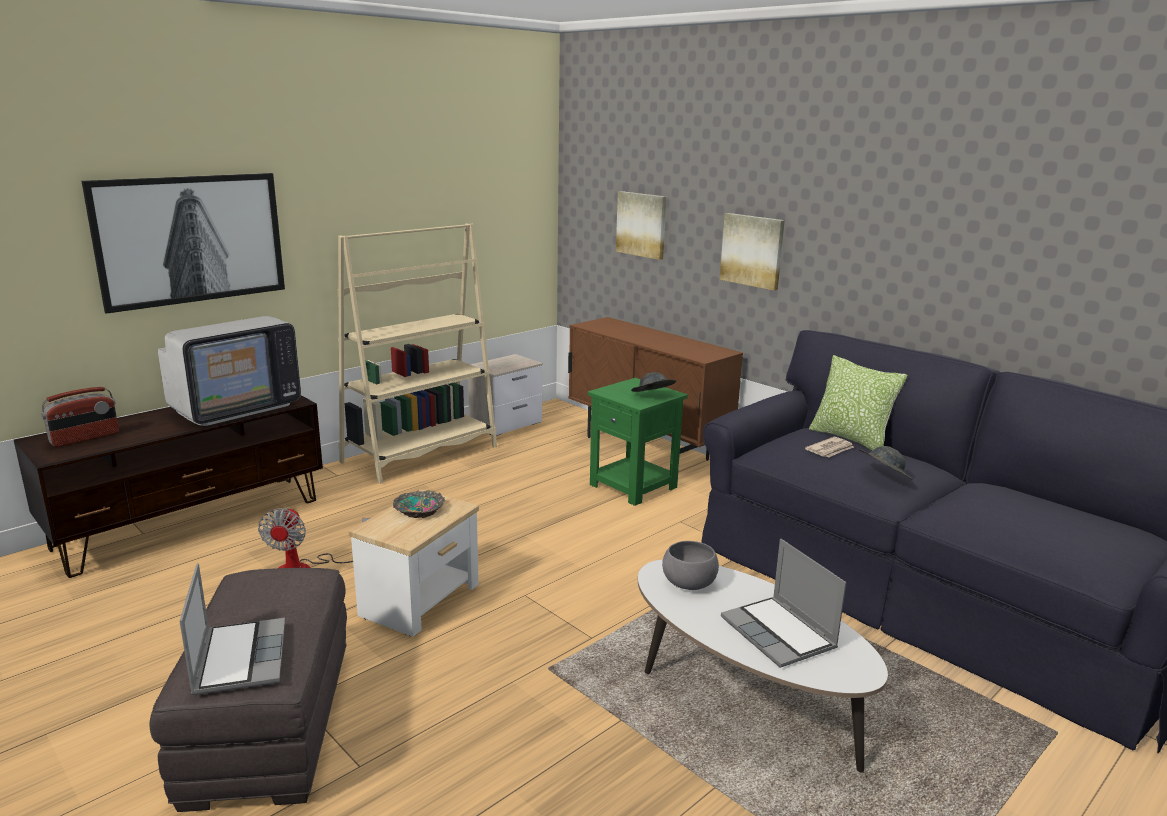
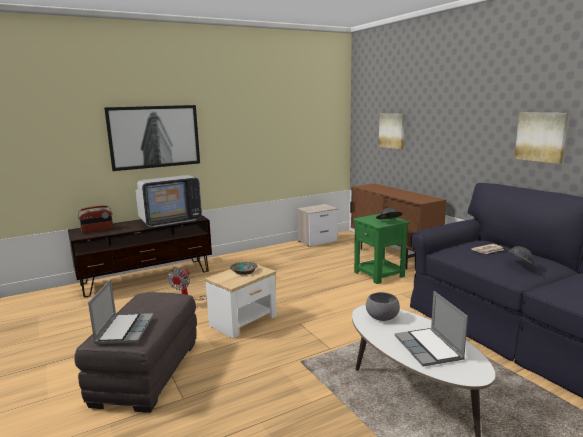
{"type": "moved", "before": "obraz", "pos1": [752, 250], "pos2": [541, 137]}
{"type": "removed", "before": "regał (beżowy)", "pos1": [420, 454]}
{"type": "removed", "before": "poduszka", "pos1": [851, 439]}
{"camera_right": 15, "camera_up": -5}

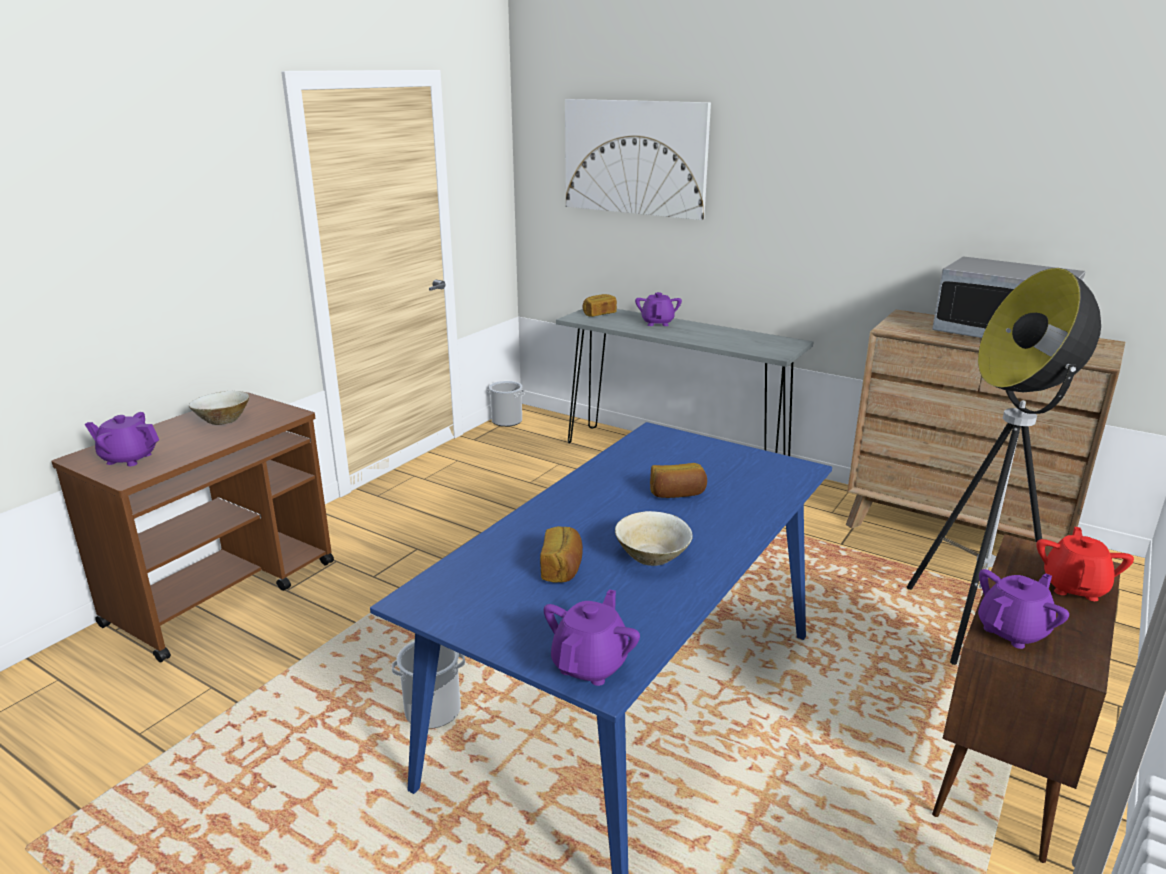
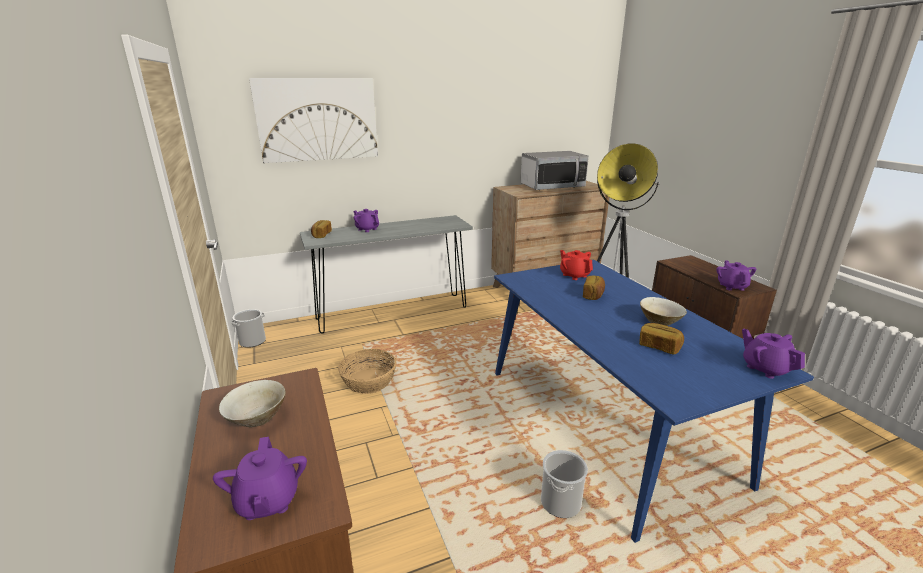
{"type": "turned", "before": "imbryk (fioletowy)", "pos1": [128, 458], "pos2": [267, 501], "turn": -60}
{"type": "added", "after": "koszyk", "pos2": [368, 381]}
{"type": "moved", "before": "imbryk (czerwony)", "pos1": [1074, 587], "pos2": [574, 275]}
{"camera_right": -55, "camera_up": 0}

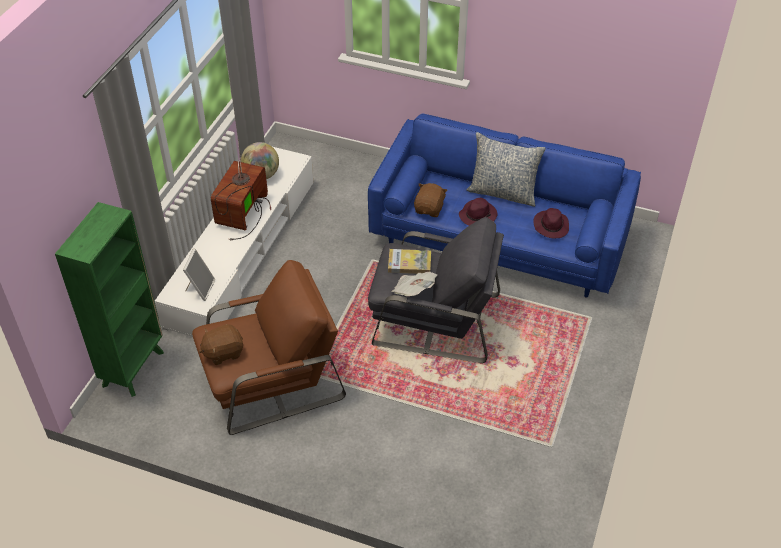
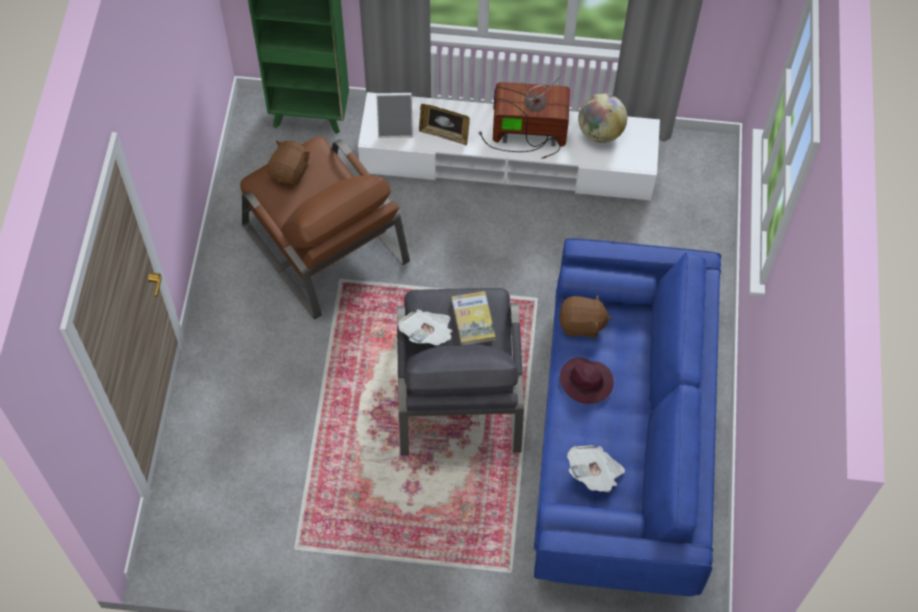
{"type": "turned", "before": "pluszak (brązowy)", "pos1": [223, 352], "pos2": [290, 171], "turn": 60}
{"type": "added", "after": "ramka na zdjęcie", "pos2": [444, 134]}
{"type": "replaced", "before": "kapelusz (fioletowy)", "after": "gazeta", "pos1": [551, 226], "pos2": [594, 473]}
{"type": "removed", "before": "poduszka", "pos1": [503, 193]}
{"camera_right": 75, "camera_up": 15}

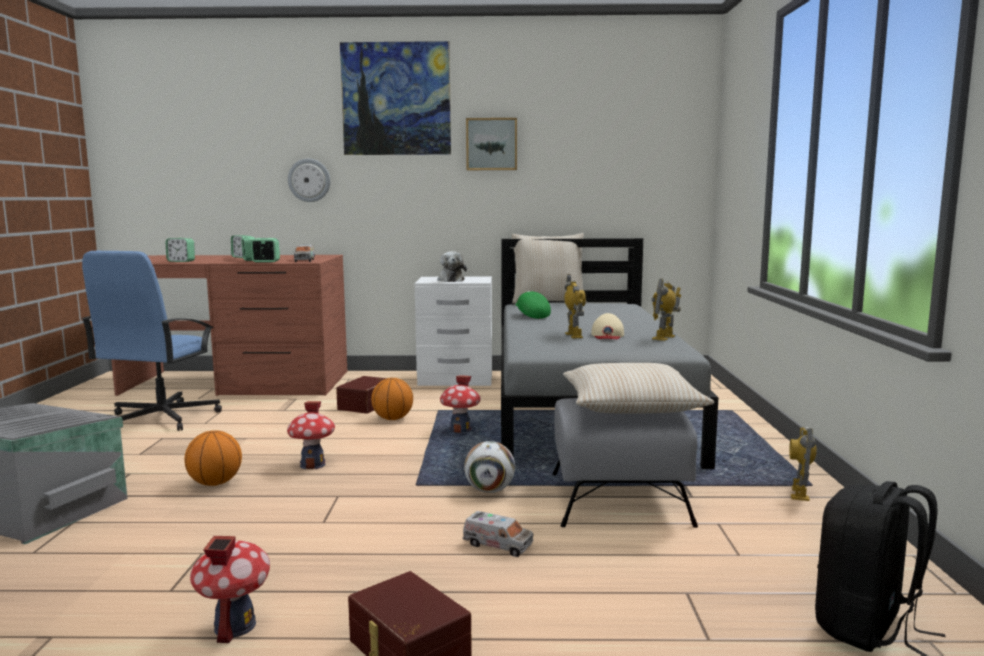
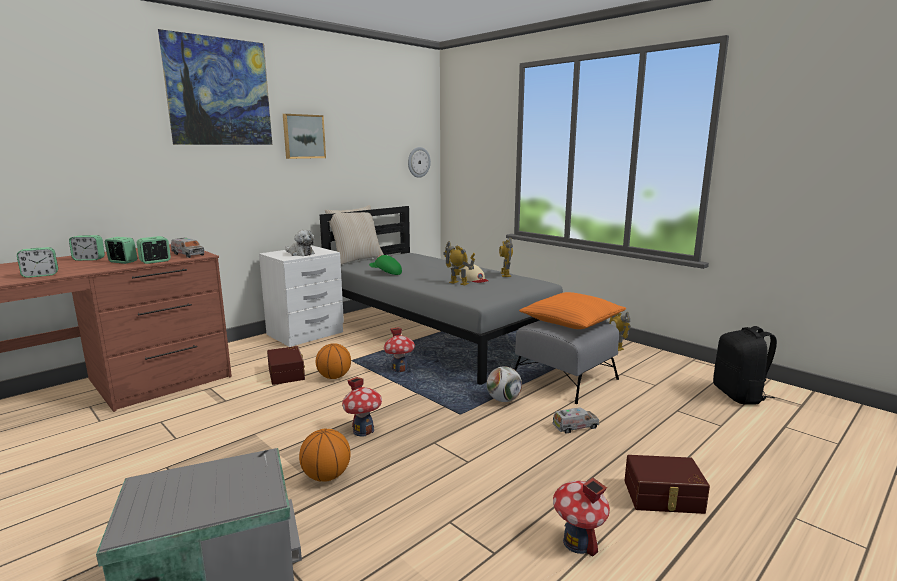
{"type": "moved", "before": "zegar ścienny", "pos1": [309, 180], "pos2": [418, 162]}
{"type": "recoloured", "before": "poduszka (beżowy)", "after": "poduszka (pomarańczowy)", "pos1": [631, 406], "pos2": [571, 321]}
{"type": "removed", "before": "krzesło biurowe (niebieski)", "pos1": [160, 418]}
{"camera_right": -45, "camera_up": 5}

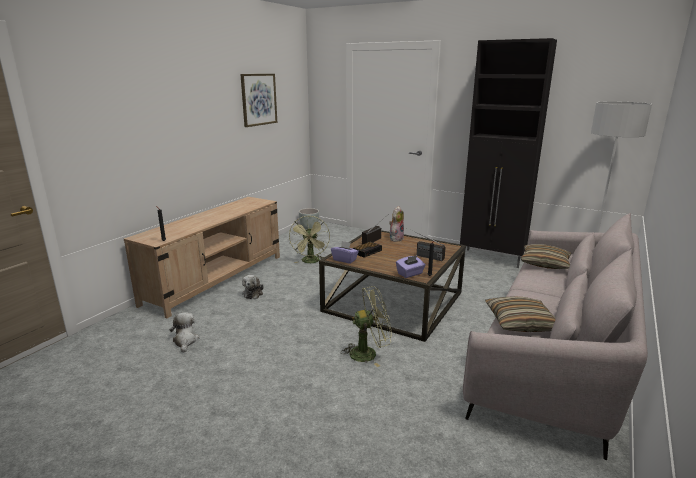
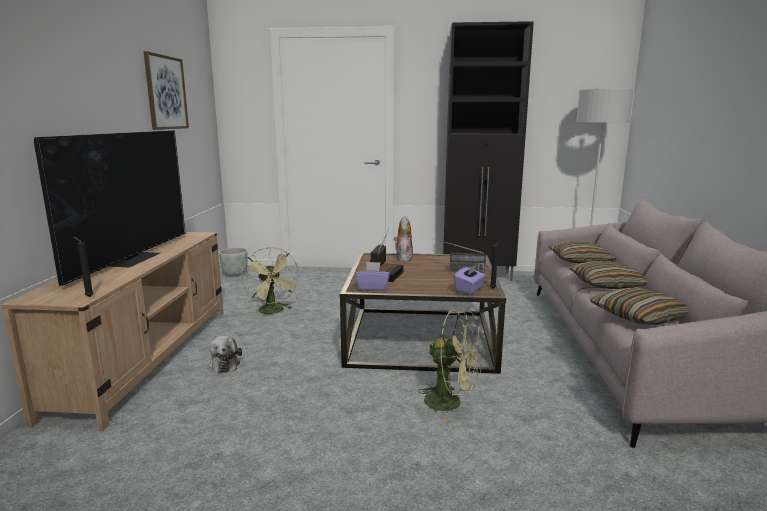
{"type": "added", "after": "telewizor", "pos2": [133, 258]}
{"type": "turned", "before": "wentylator (zielony)", "pos1": [368, 353], "pos2": [451, 402], "turn": 60}
{"type": "added", "after": "poduszka", "pos2": [606, 284]}
{"type": "removed", "before": "pluszak", "pos1": [185, 341]}
{"camera_right": -25, "camera_up": -5}

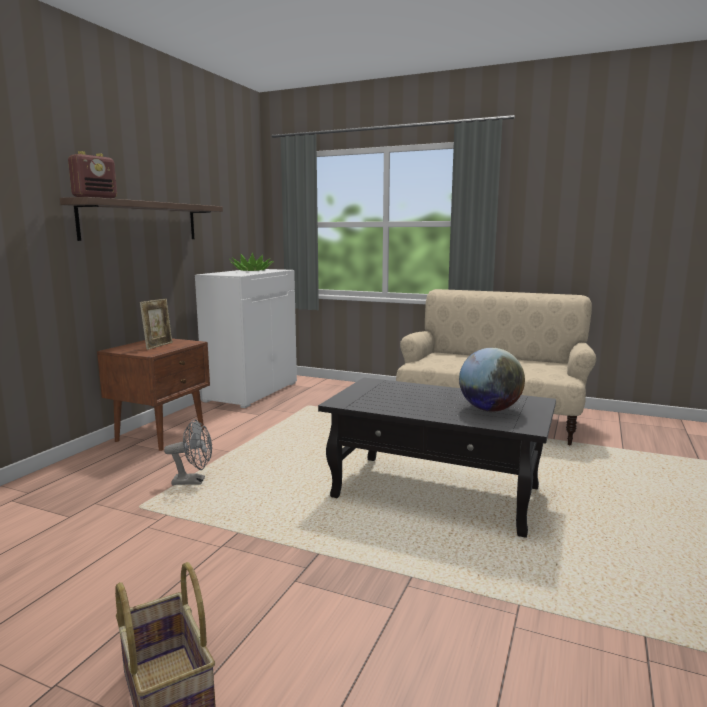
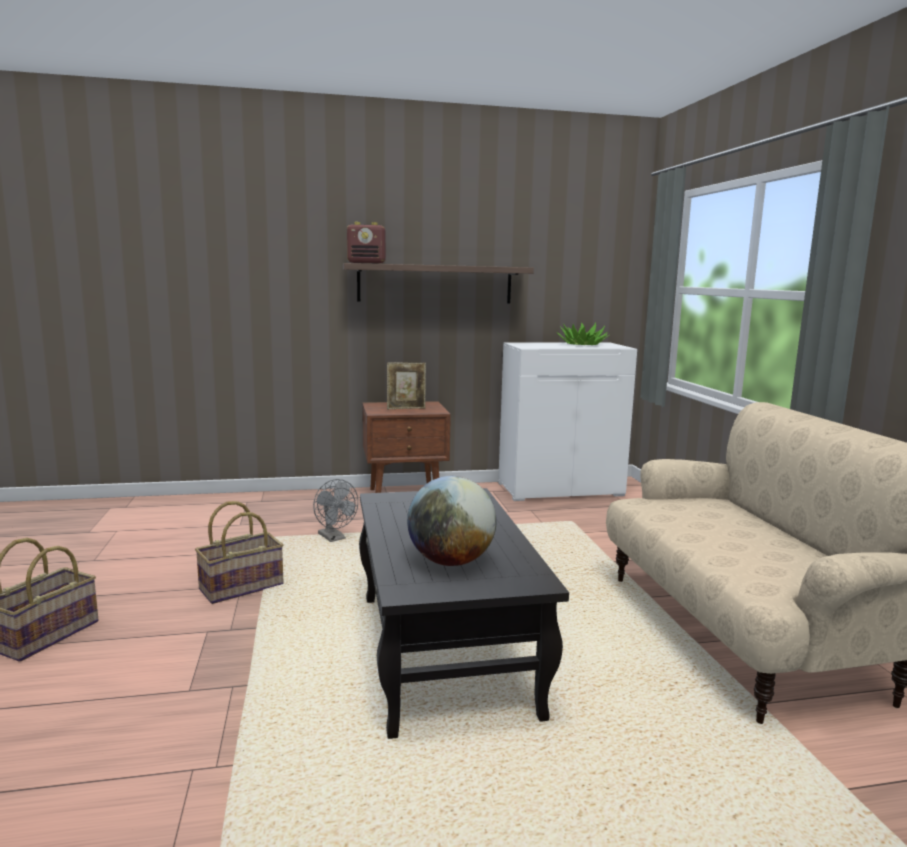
{"type": "added", "after": "koszyk", "pos2": [241, 586]}
{"camera_right": 55, "camera_up": 0}

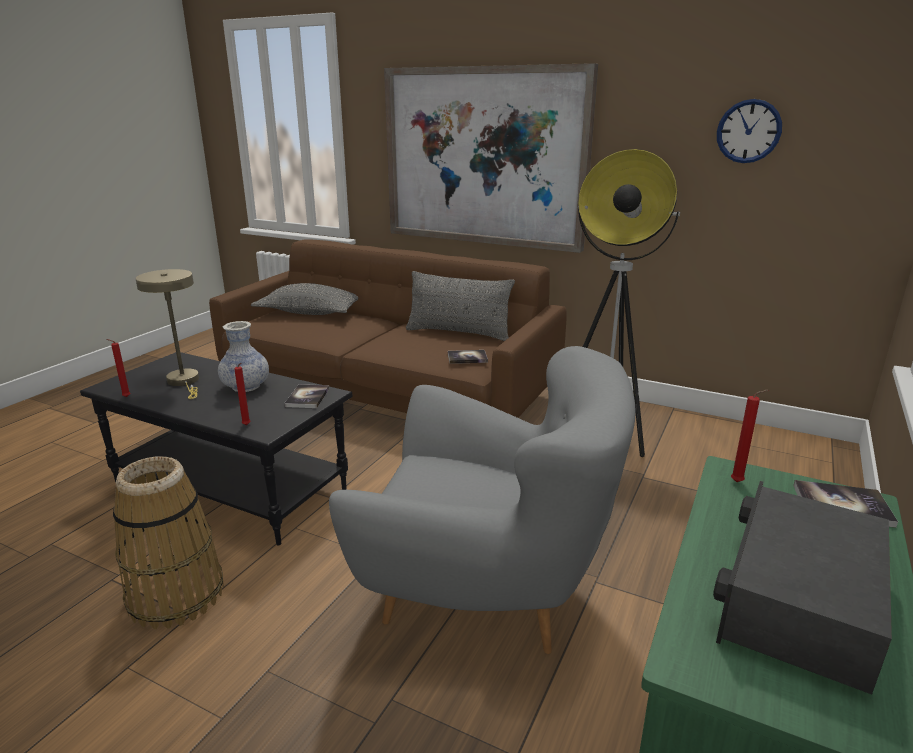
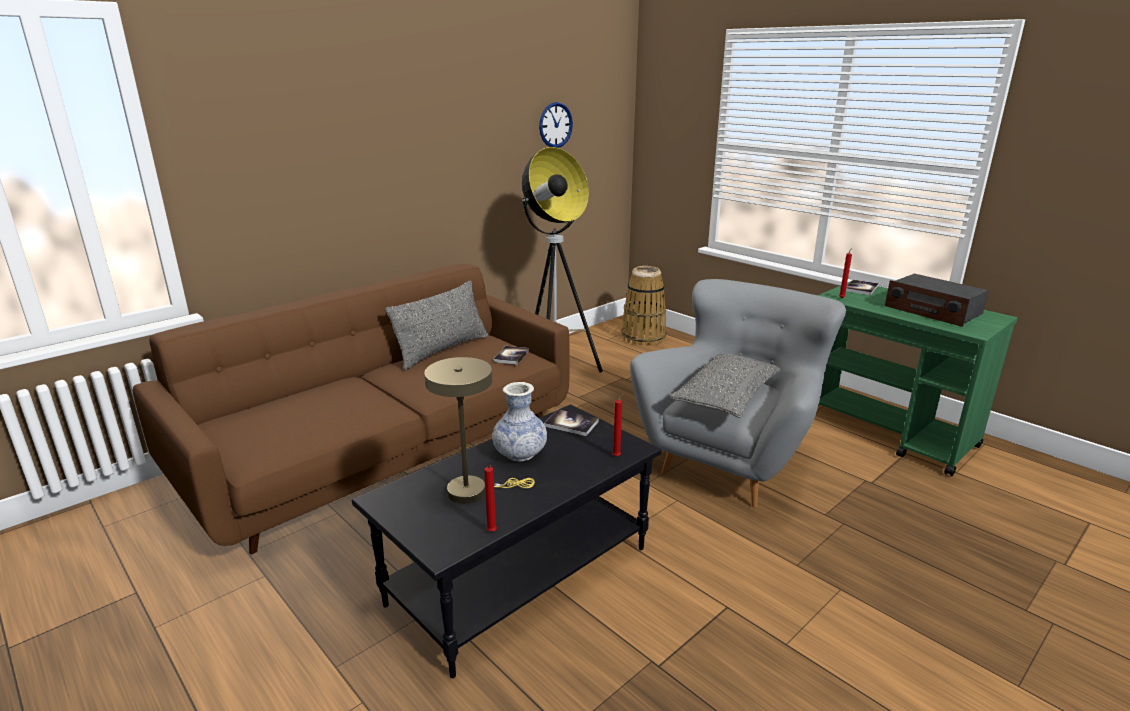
{"type": "moved", "before": "koszyk", "pos1": [175, 595], "pos2": [643, 337]}
{"type": "moved", "before": "poduszka (szary)", "pos1": [310, 313], "pos2": [726, 397]}
{"type": "removed", "before": "obraz", "pos1": [485, 157]}
{"camera_right": -70, "camera_up": 0}

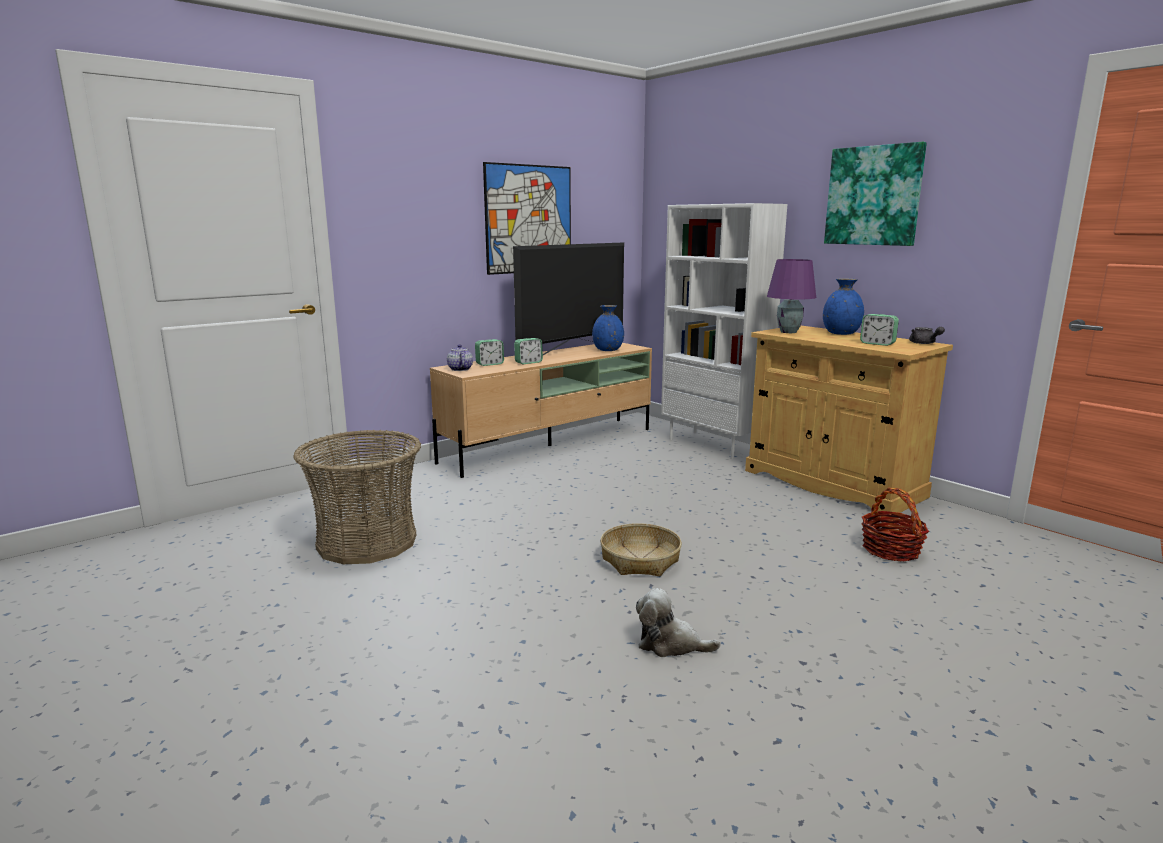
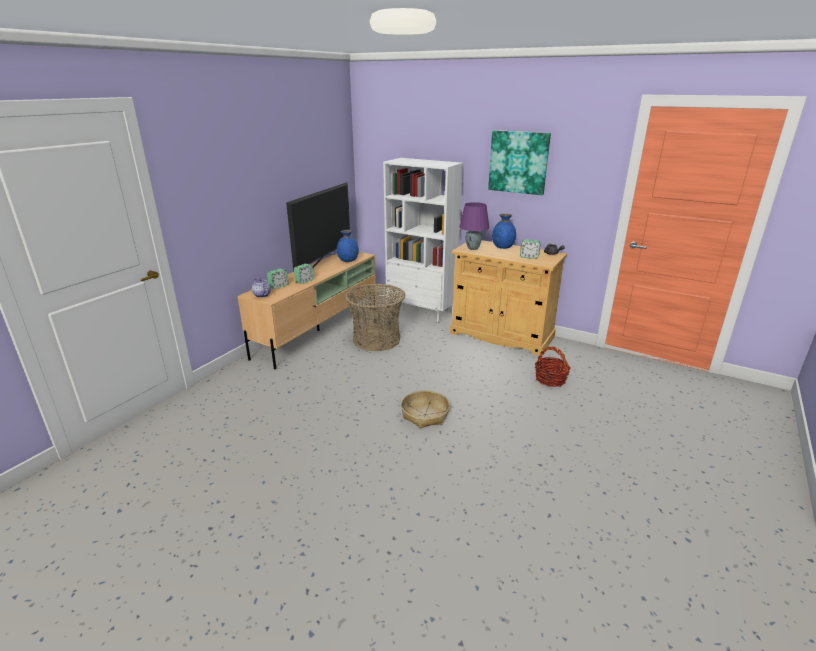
{"type": "moved", "before": "koszyk", "pos1": [367, 541], "pos2": [376, 339]}
{"type": "removed", "before": "obraz", "pos1": [529, 219]}
{"type": "removed", "before": "pluszak", "pos1": [670, 644]}
{"camera_right": -20, "camera_up": 10}

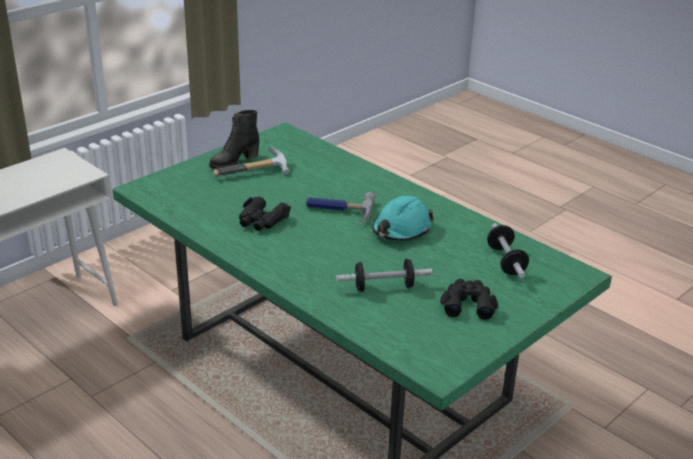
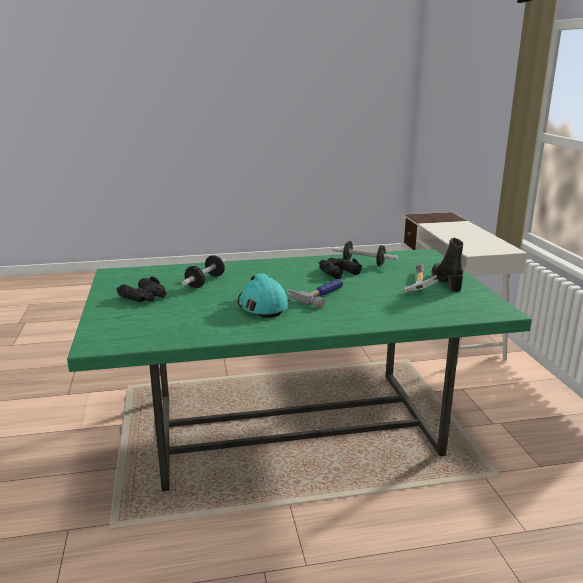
{"type": "moved", "before": "hantel", "pos1": [506, 261], "pos2": [363, 263]}
{"camera_right": 125, "camera_up": -10}

